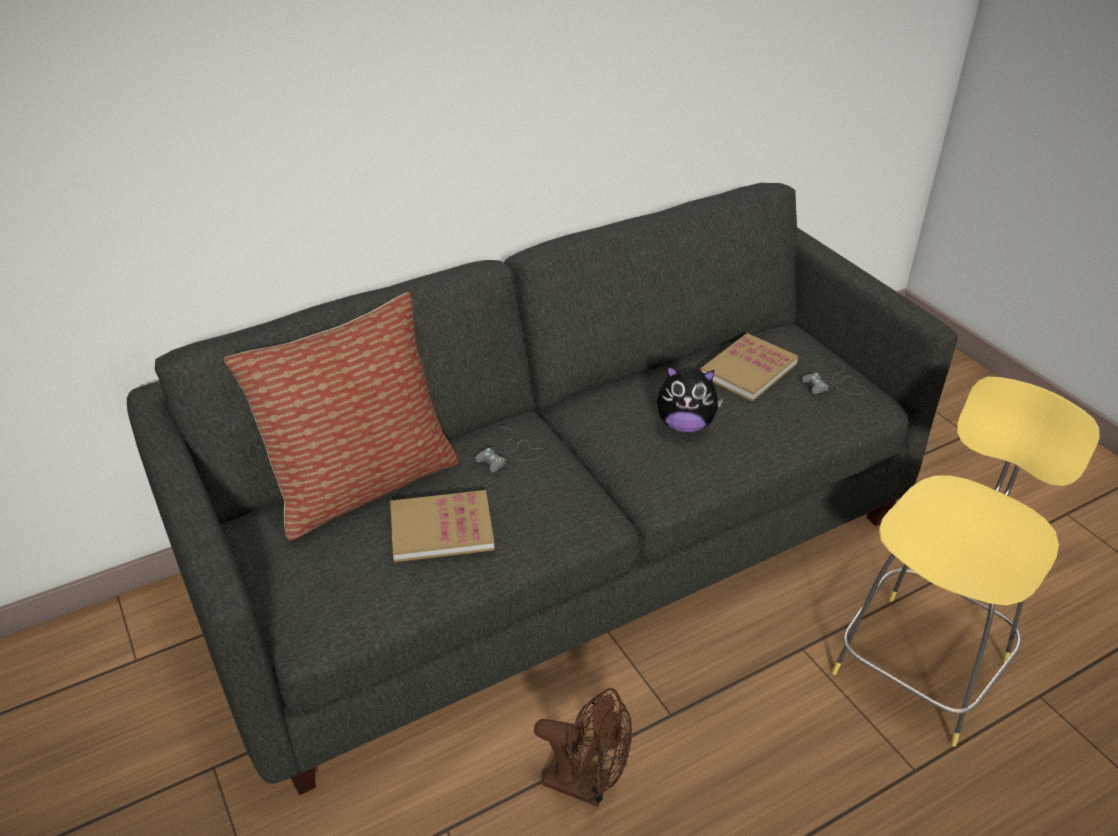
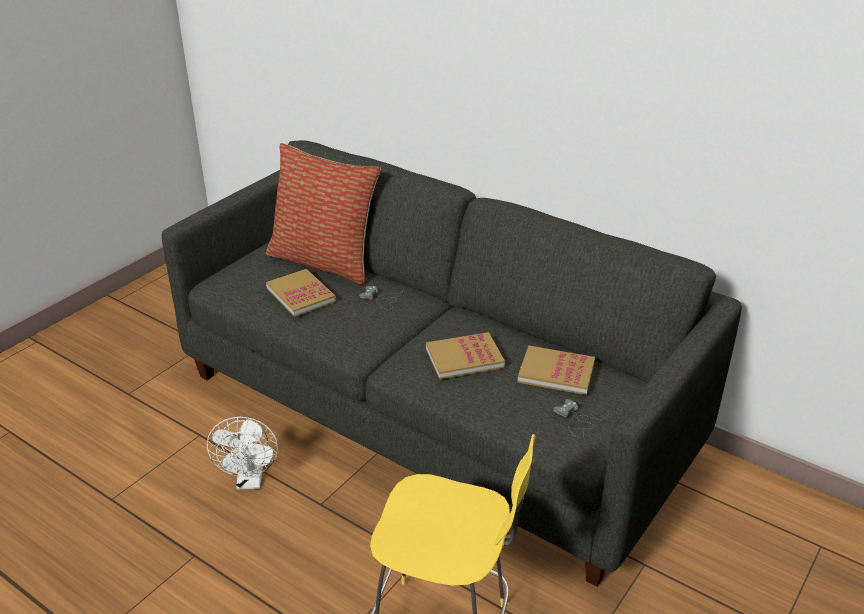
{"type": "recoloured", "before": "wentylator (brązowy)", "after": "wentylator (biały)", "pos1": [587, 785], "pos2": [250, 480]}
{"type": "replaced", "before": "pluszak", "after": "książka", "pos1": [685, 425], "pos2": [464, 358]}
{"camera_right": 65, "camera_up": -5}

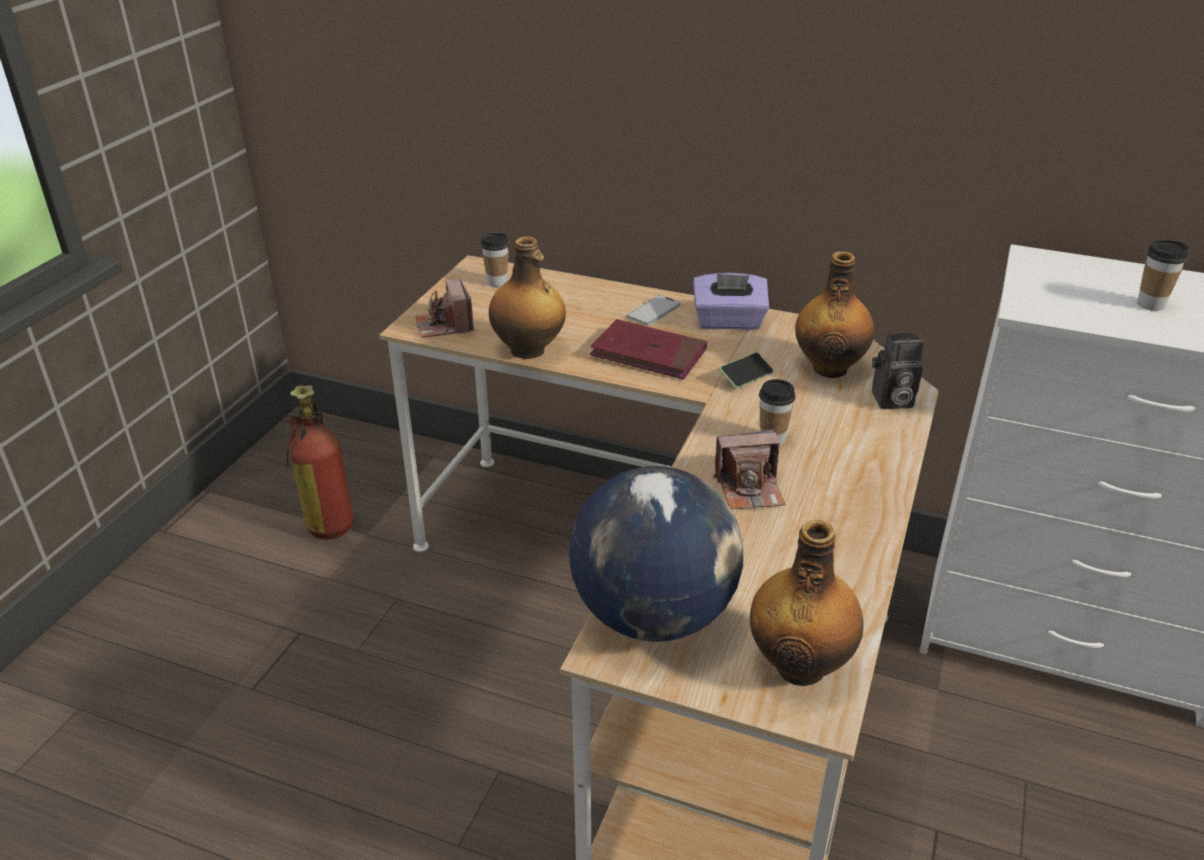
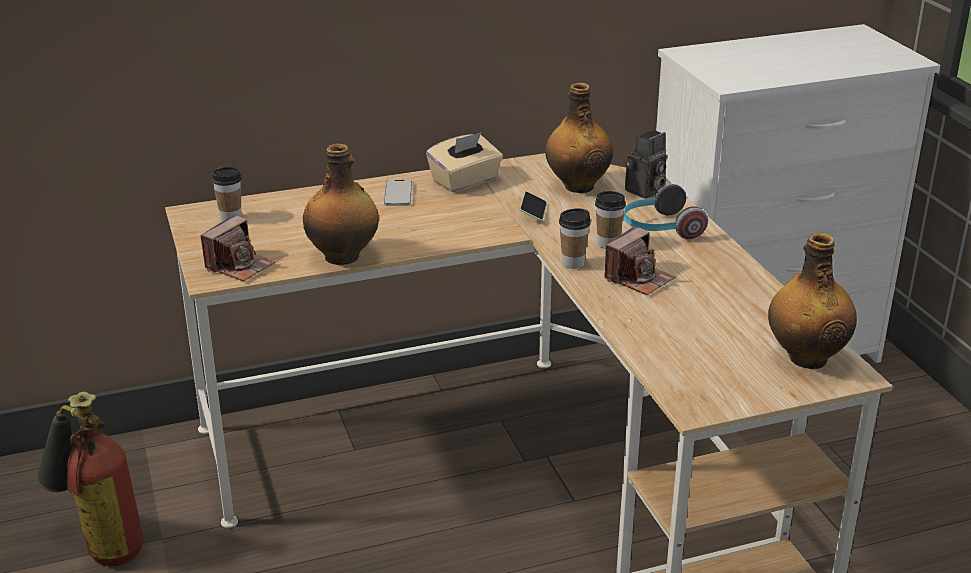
{"type": "turned", "before": "aparat fotograficzny", "pos1": [444, 326], "pos2": [240, 266], "turn": -90}
{"type": "recoloured", "before": "pudełko chusteczek (fioletowy)", "after": "pudełko chusteczek (beżowy)", "pos1": [728, 322], "pos2": [465, 181]}
{"type": "moved", "before": "filiżanka", "pos1": [1150, 304], "pos2": [573, 263]}
{"type": "added", "after": "słuchawki", "pos2": [660, 229]}
{"type": "removed", "before": "globus", "pos1": [655, 615]}
{"type": "removed", "before": "książka (czerwony)", "pos1": [648, 354]}
{"camera_right": -40, "camera_up": -5}

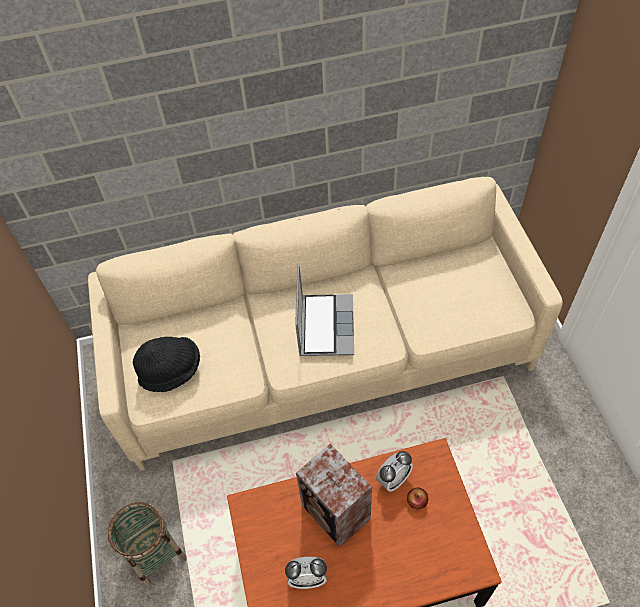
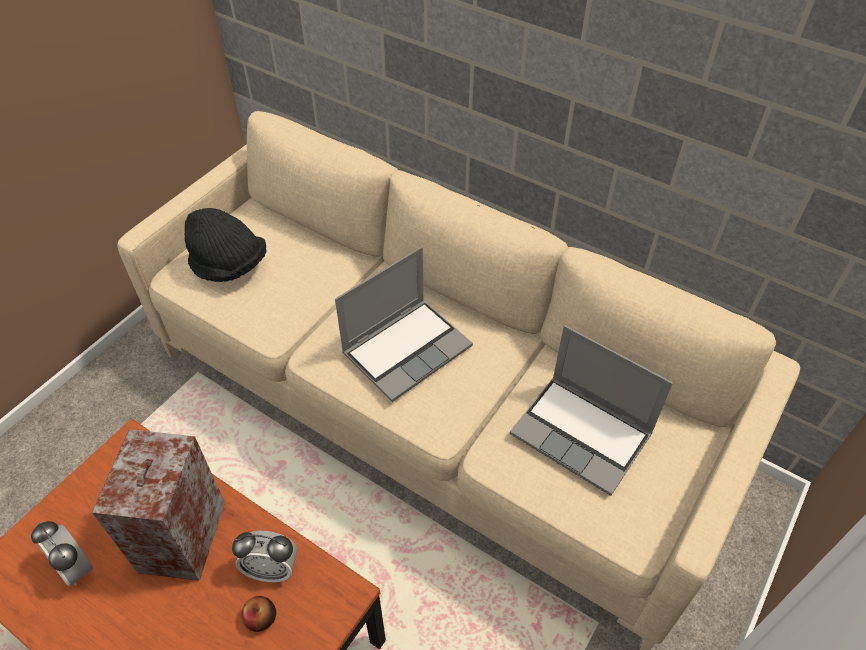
{"type": "added", "after": "laptop", "pos2": [583, 434]}
{"type": "removed", "before": "koszyk", "pos1": [155, 554]}
{"camera_right": 45, "camera_up": -5}

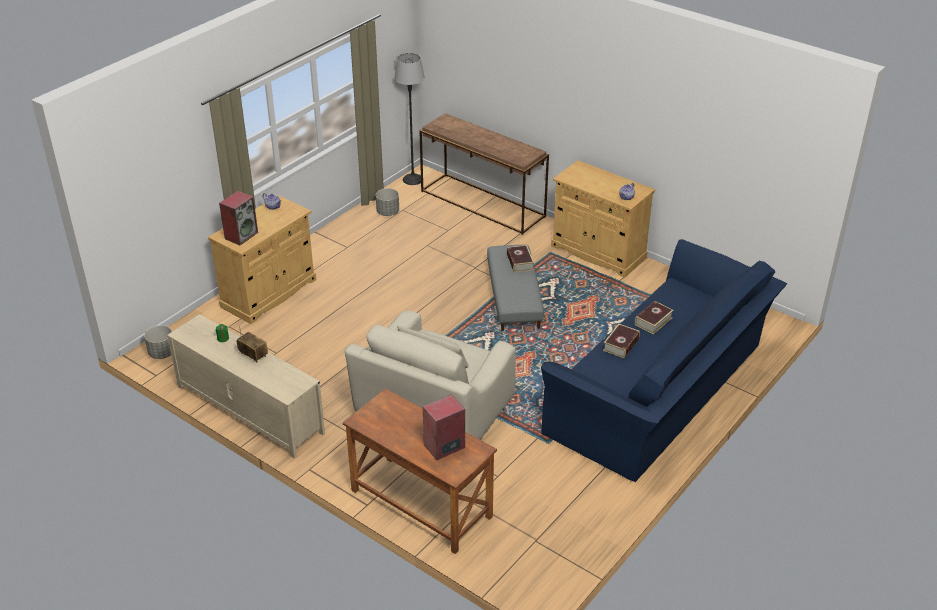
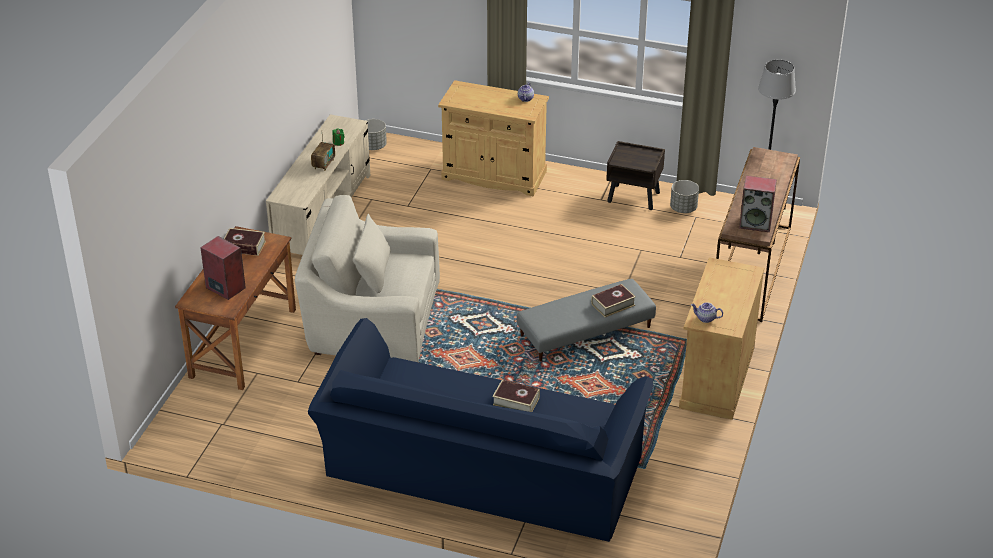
{"type": "moved", "before": "książka", "pos1": [621, 345], "pos2": [244, 246]}
{"type": "added", "after": "szafka nocna (brązowy)", "pos2": [634, 197]}
{"type": "moved", "before": "głośnik", "pos1": [241, 235], "pos2": [756, 223]}
{"camera_right": 70, "camera_up": 0}

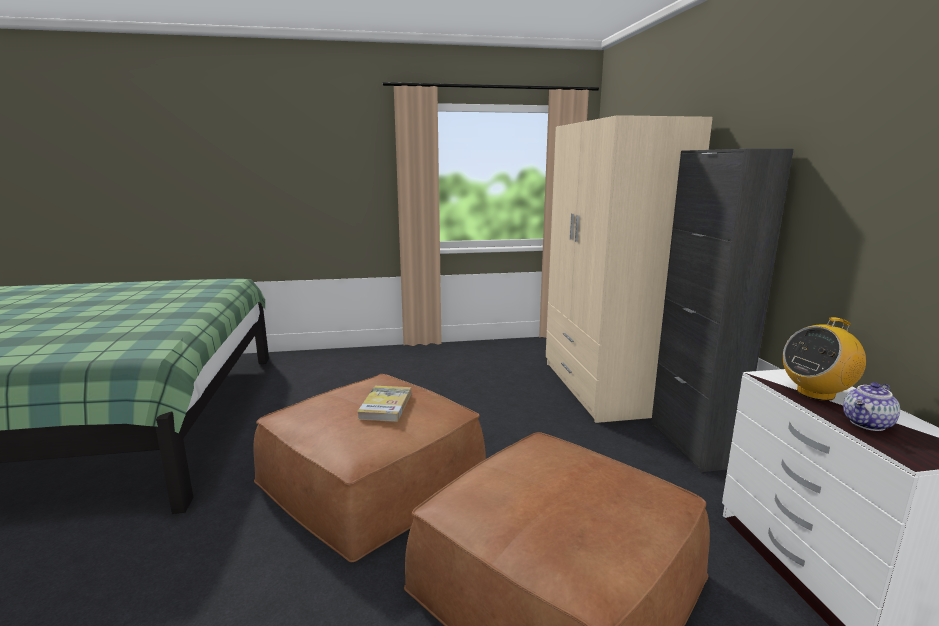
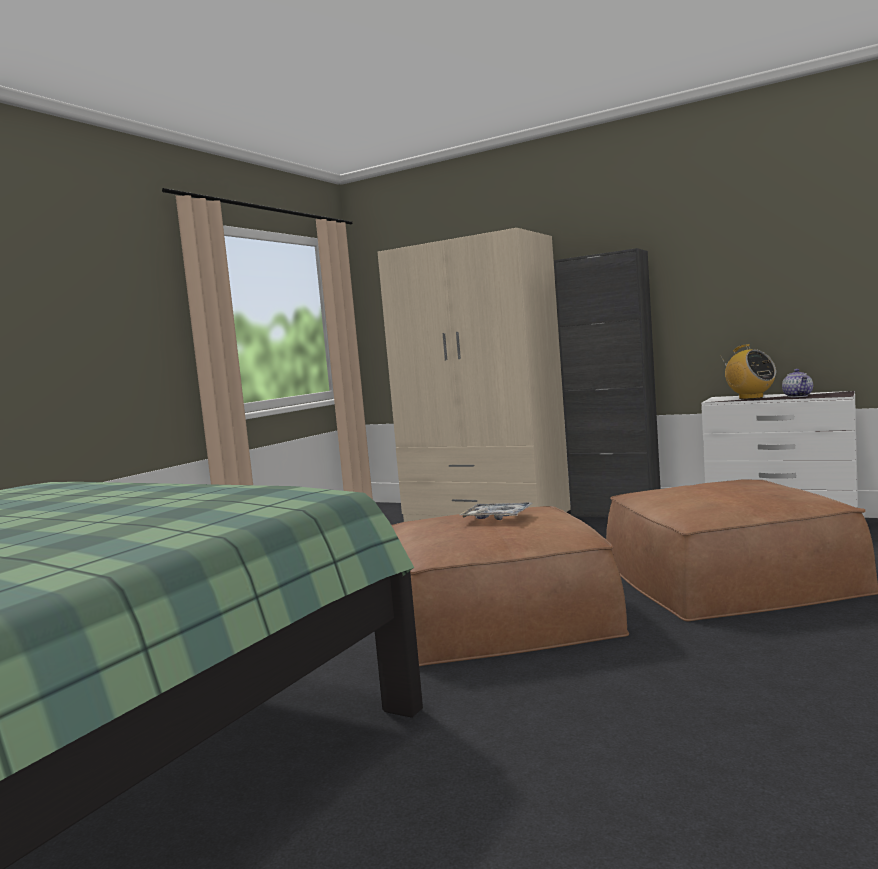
{"type": "replaced", "before": "książka", "after": "taca", "pos1": [385, 406], "pos2": [497, 517]}
{"type": "turned", "before": "radio", "pos1": [815, 393], "pos2": [750, 398], "turn": -45}
{"camera_right": -50, "camera_up": -10}

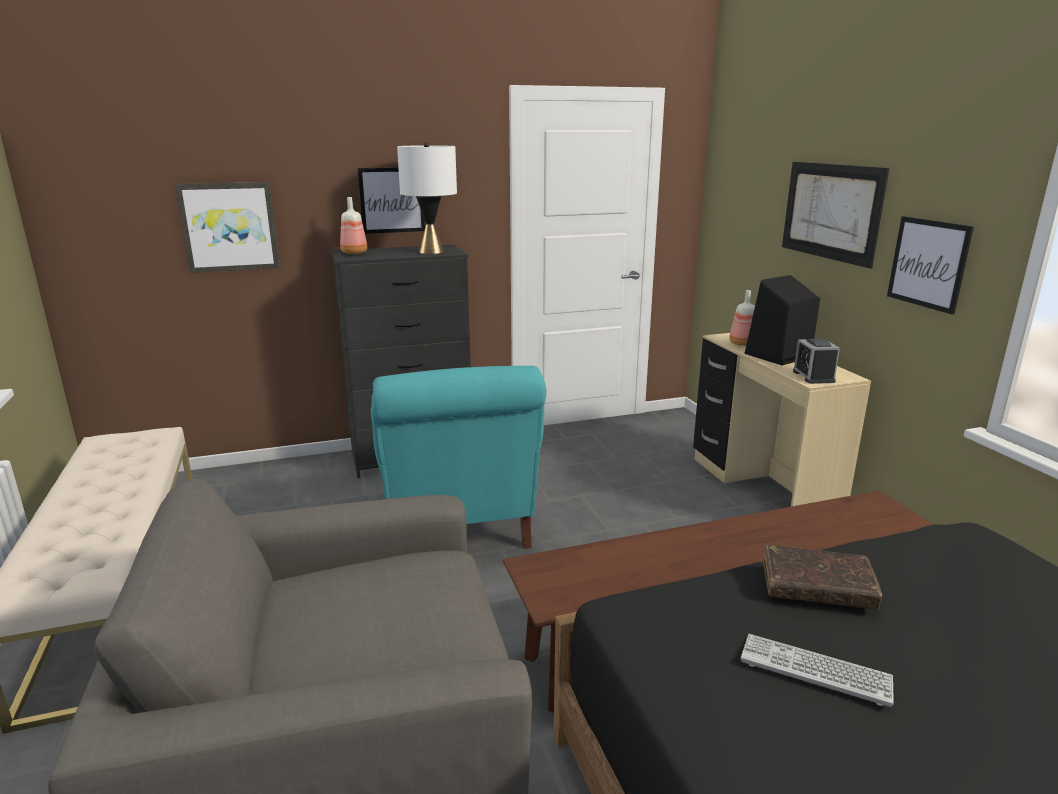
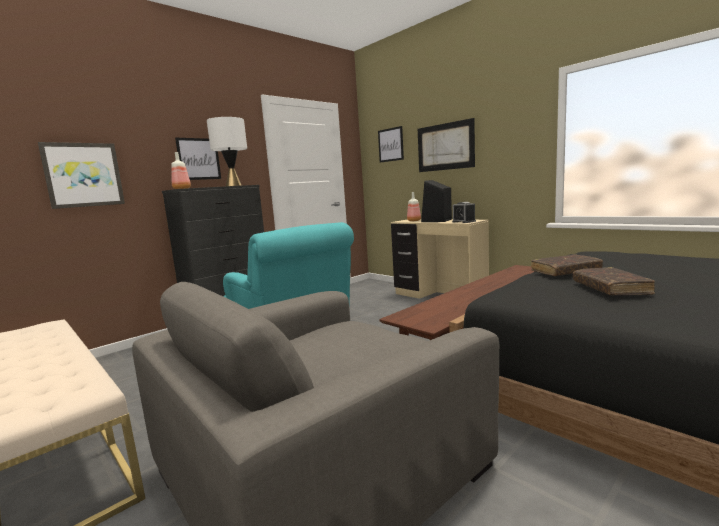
{"type": "moved", "before": "obraz", "pos1": [928, 263], "pos2": [390, 144]}
{"type": "replaced", "before": "klawiatura", "after": "książka (brązowy)", "pos1": [815, 670], "pos2": [610, 289]}
{"camera_right": -25, "camera_up": -10}

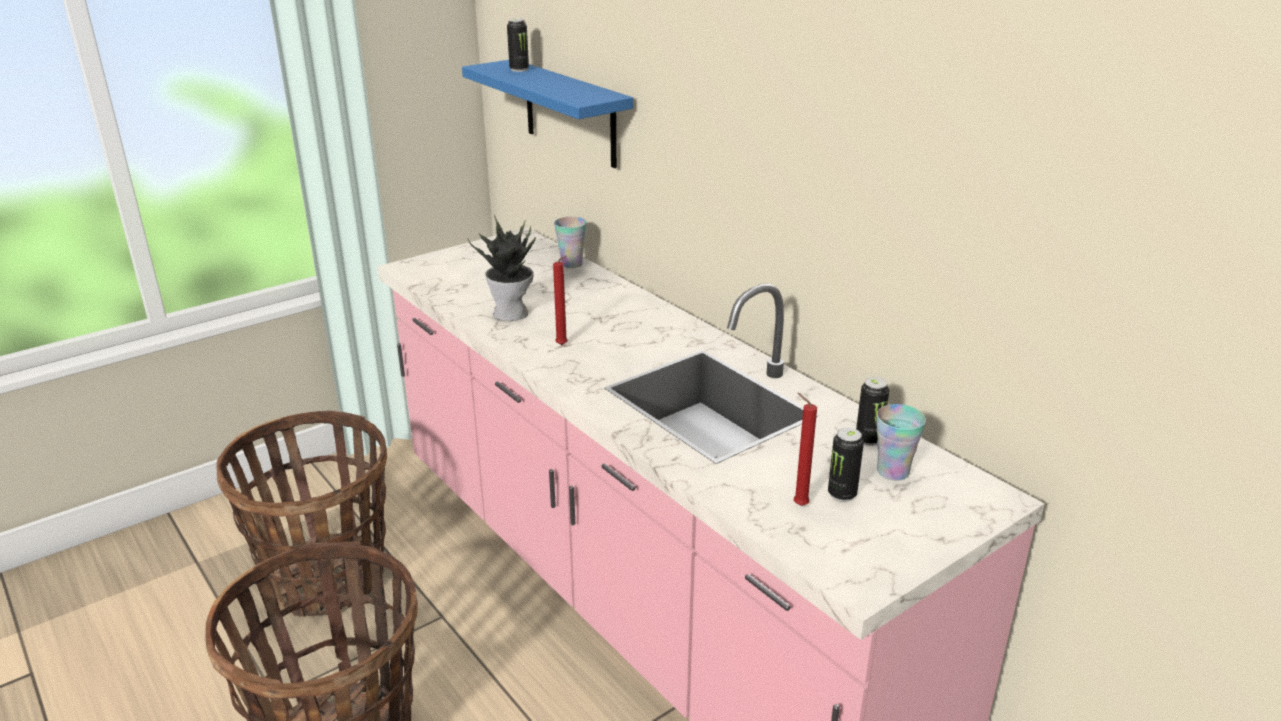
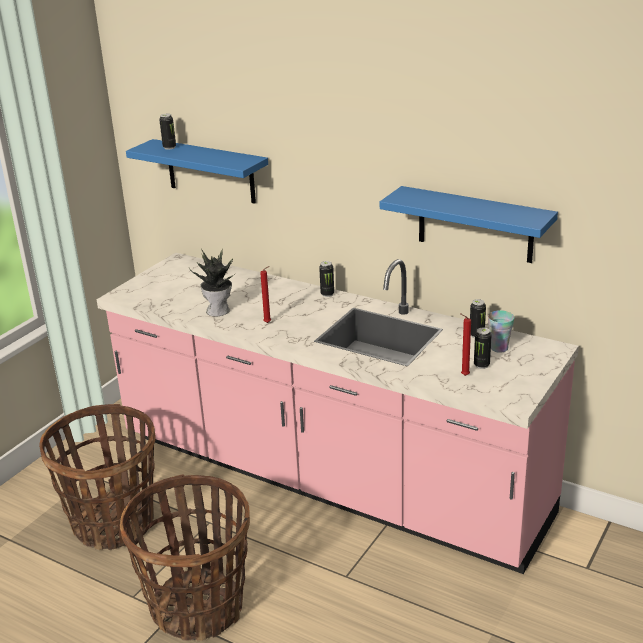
{"type": "added", "after": "puszka", "pos2": [327, 294]}
{"type": "added", "after": "półka (niebieski)", "pos2": [475, 225]}
{"type": "removed", "before": "filiżanka", "pos1": [571, 264]}
{"camera_right": -20, "camera_up": 0}

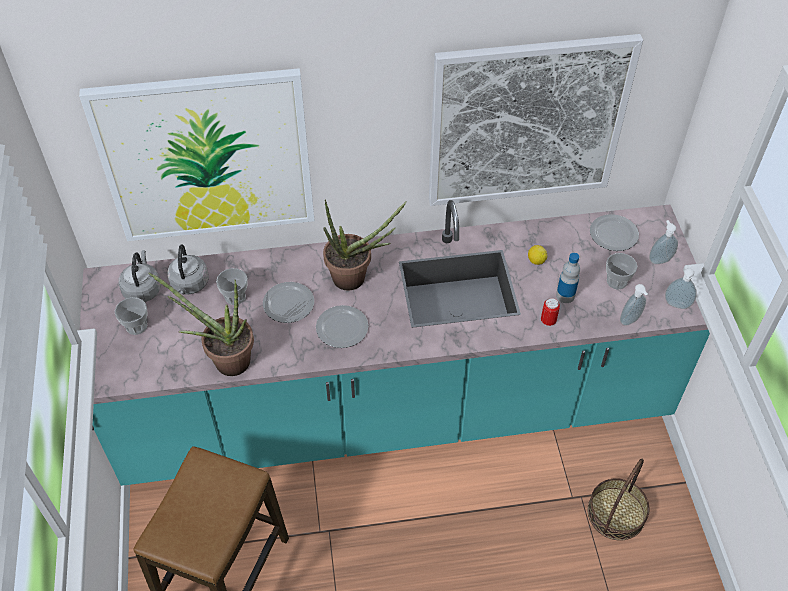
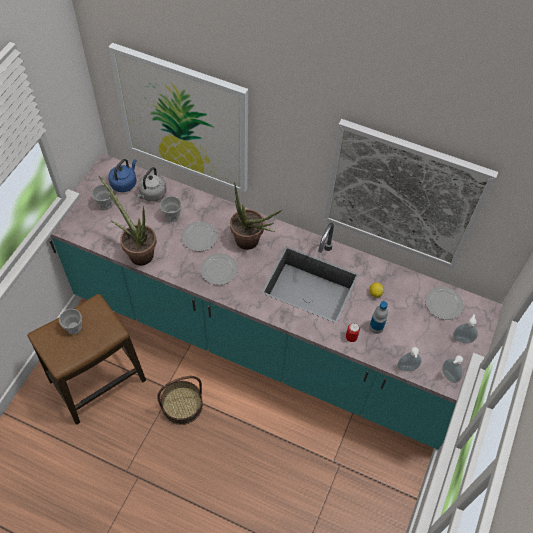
{"type": "moved", "before": "filiżanka", "pos1": [616, 281], "pos2": [74, 327]}
{"type": "recoloured", "before": "czajnik (szary)", "after": "czajnik (niebieski)", "pos1": [142, 289], "pos2": [124, 183]}
{"type": "moved", "before": "koszyk", "pos1": [616, 513], "pos2": [182, 405]}
{"camera_right": 30, "camera_up": 5}

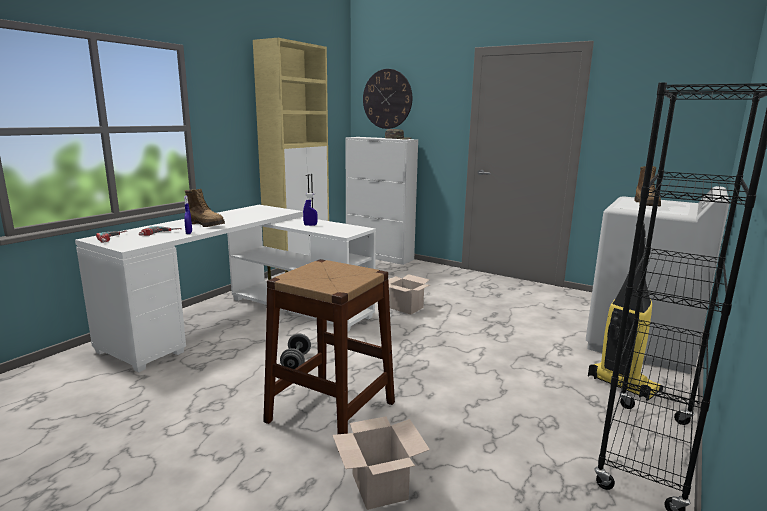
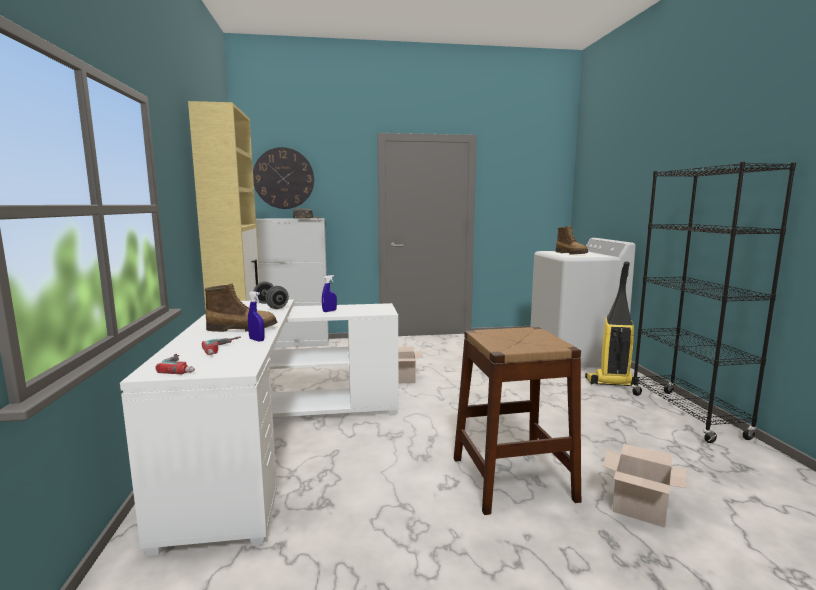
{"type": "moved", "before": "hantel (szary)", "pos1": [296, 362], "pos2": [271, 306]}
{"camera_right": -40, "camera_up": -5}

